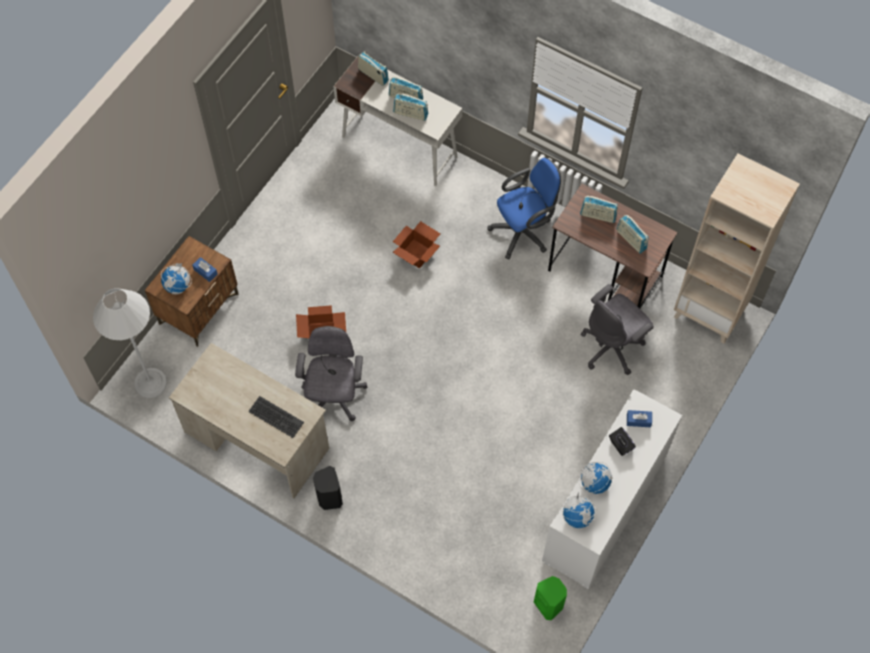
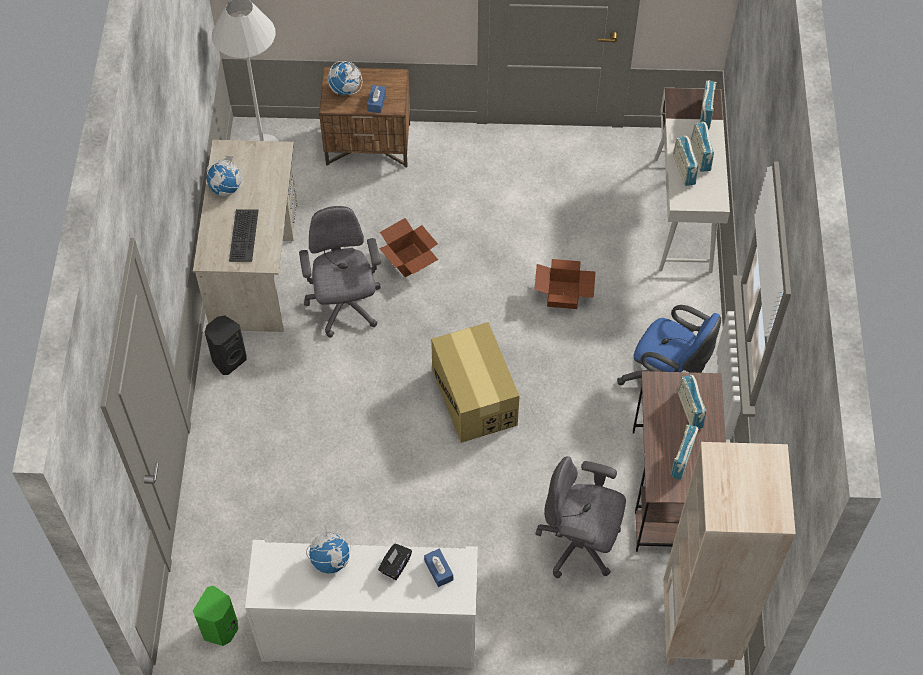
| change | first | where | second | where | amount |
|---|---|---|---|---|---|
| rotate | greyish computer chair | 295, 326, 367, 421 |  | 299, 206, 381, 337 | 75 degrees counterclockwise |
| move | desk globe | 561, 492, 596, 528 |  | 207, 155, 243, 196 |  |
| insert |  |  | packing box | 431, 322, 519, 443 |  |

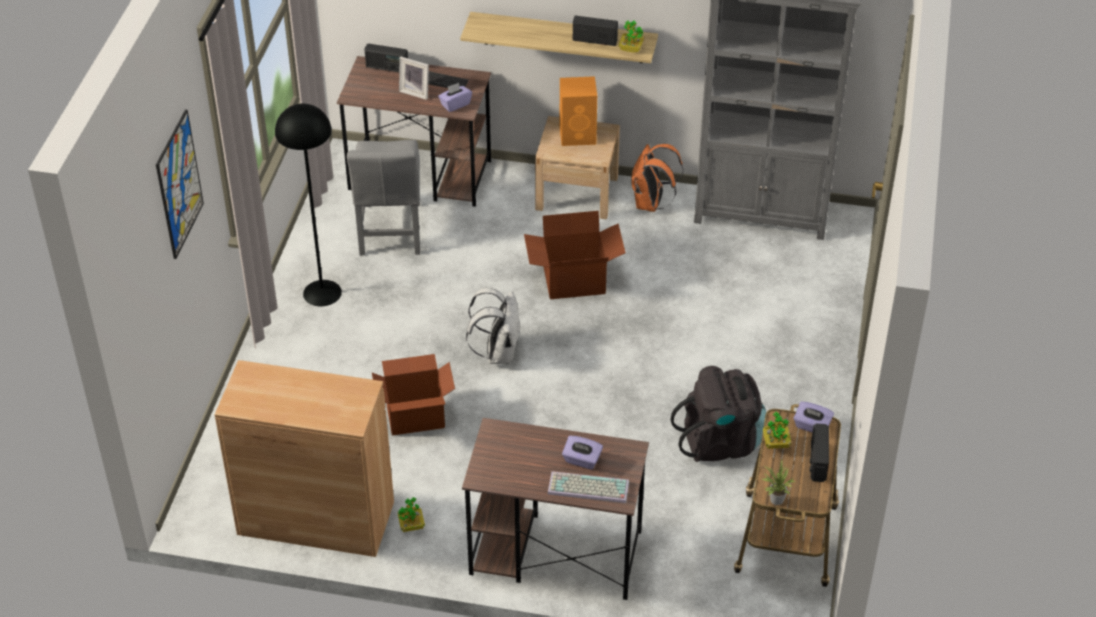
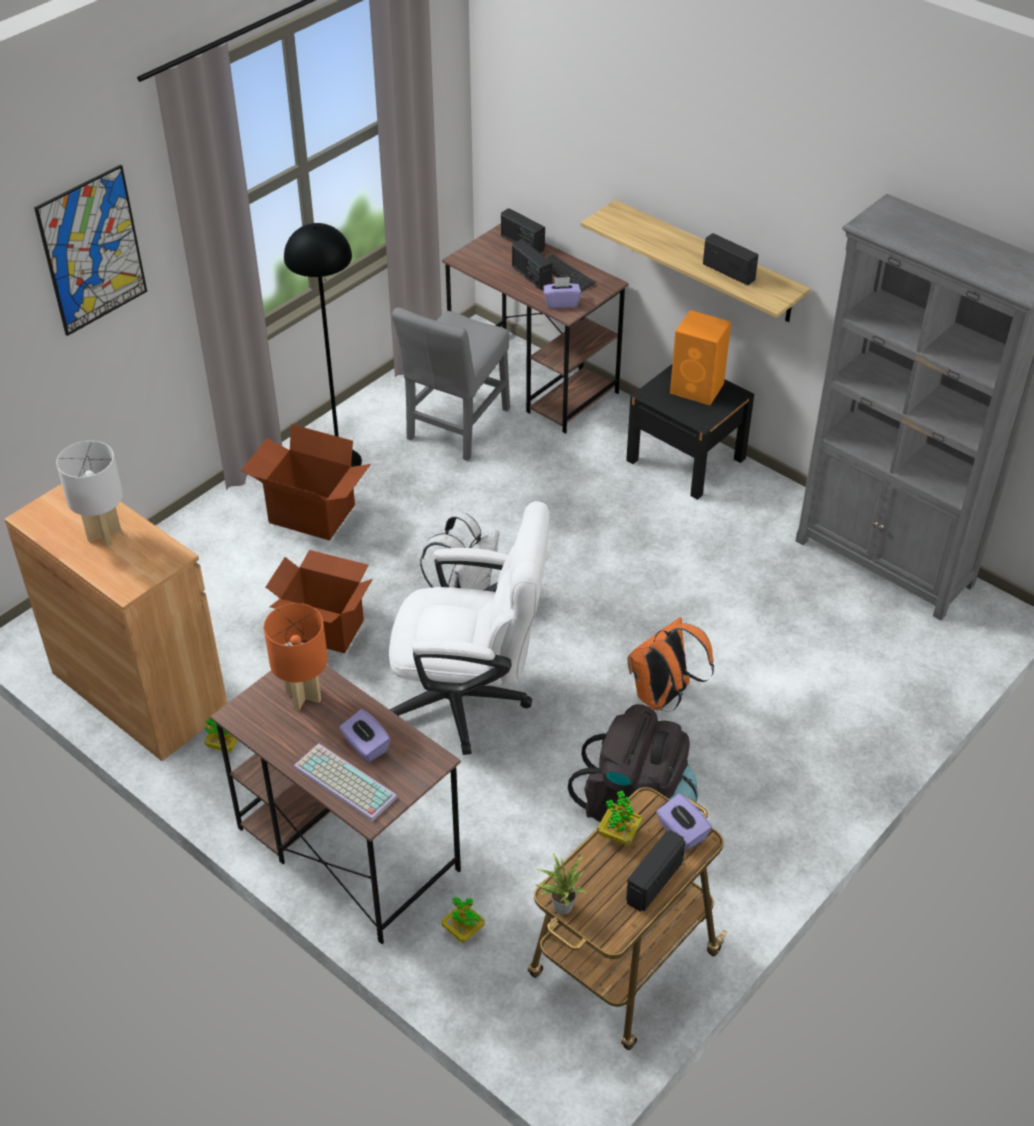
| change | first | where | second | where | amount |
|---|---|---|---|---|---|
| move | plant in a pot | 619, 20, 644, 53 |  | 442, 897, 485, 943 |  |
| replace | photo frame | 399, 56, 429, 100 | radio set | 512, 240, 553, 290 |  |
| recolor | sand-coloured night table | 535, 116, 620, 219 | black night table | 626, 364, 754, 500 |  |
| move | orange rucksack | 631, 144, 683, 212 |  | 628, 617, 714, 712 |  |
| move | packing box | 524, 211, 626, 299 |  | 241, 424, 371, 541 |  |
| insert |  |  | whitish lamp for a table | 56, 441, 123, 546 |  |
| insert |  |  | whitish computer chair | 389, 501, 550, 755 |  |
| insert |  |  | orange lamp for a table | 264, 603, 328, 710 |  |

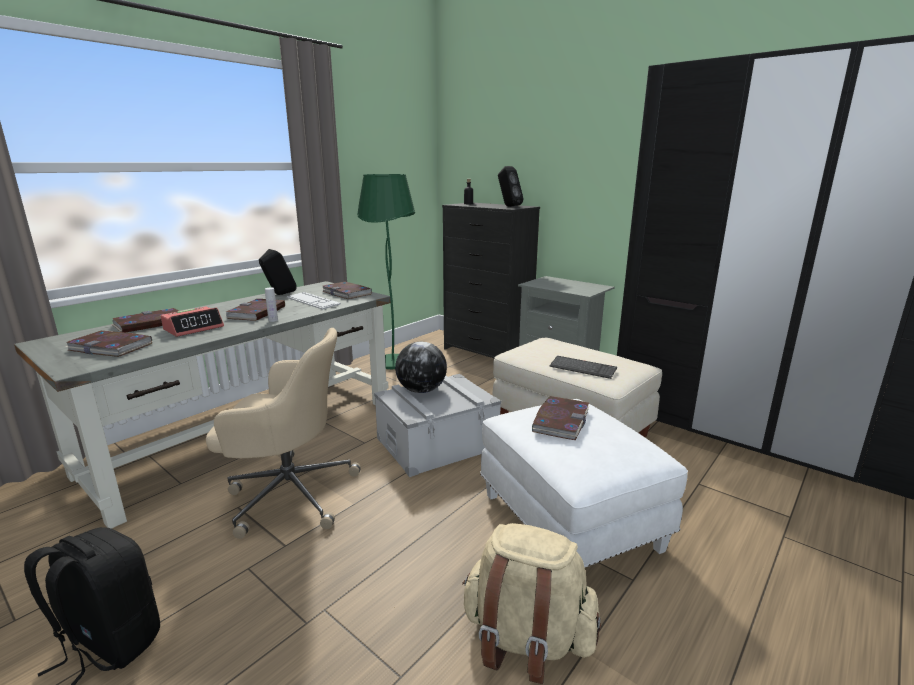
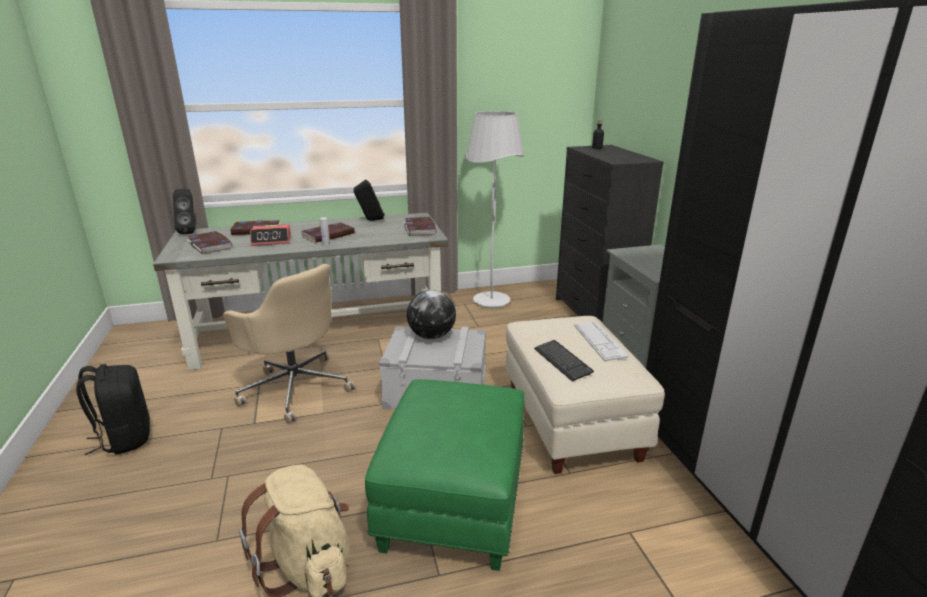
| change | first | where | second | where | amount |
|---|---|---|---|---|---|
| move | black audio speaker | 498, 166, 524, 207 |  | 173, 189, 195, 234 |  |
| recolor | green-coloured standing lamp | 357, 174, 416, 369 | whitish standing lamp | 466, 111, 524, 309 |  |
| move | keyboard | 287, 292, 341, 310 |  | 574, 321, 628, 361 |  |
| delete | volume | 532, 396, 590, 440 |  |  |  |
| recolor | whitish pouffe | 480, 399, 688, 567 | green-coloured pouffe | 365, 379, 524, 571 |  |

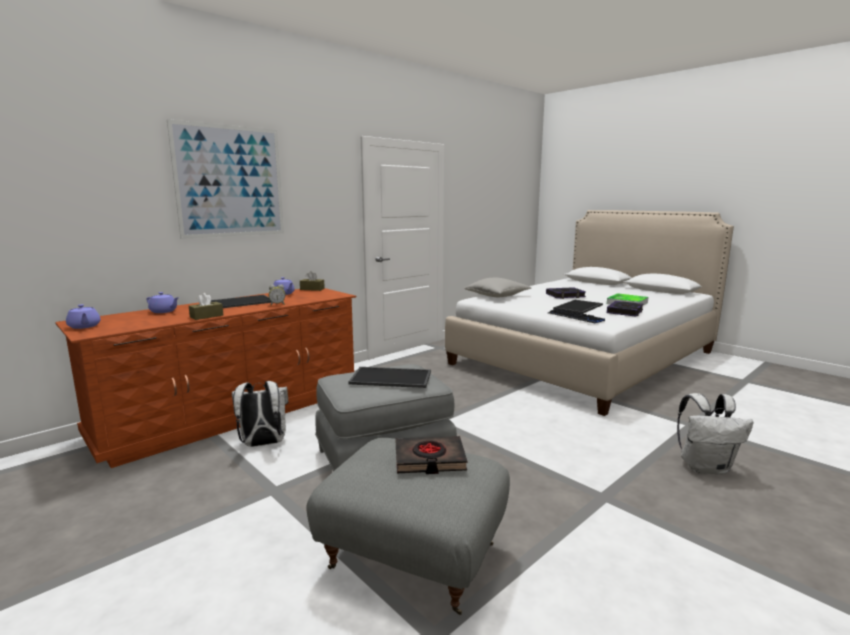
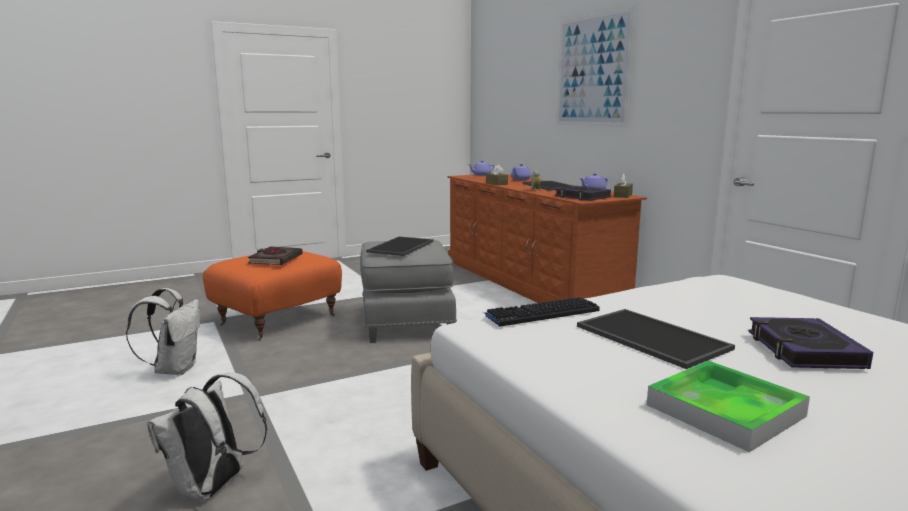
| change | first | where | second | where | amount |
|---|---|---|---|---|---|
| delete | greyish cushion | 464, 278, 531, 297 |  |  |  |
| move | volume | 607, 301, 644, 317 |  | 555, 186, 611, 201 |  |
| move | whitish rucksack | 232, 381, 288, 447 |  | 126, 288, 200, 375 |  |
| recolor | greyish pouffe | 306, 438, 510, 615 | orange pouffe | 203, 251, 342, 341 |  |

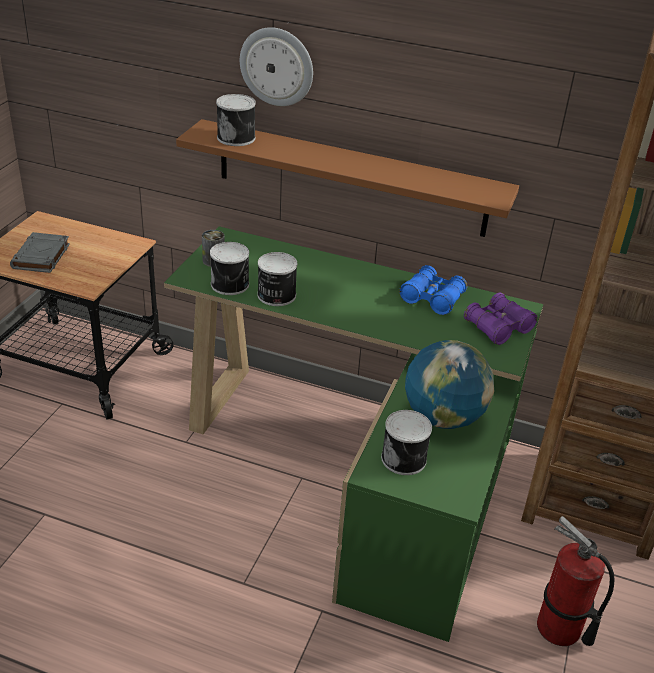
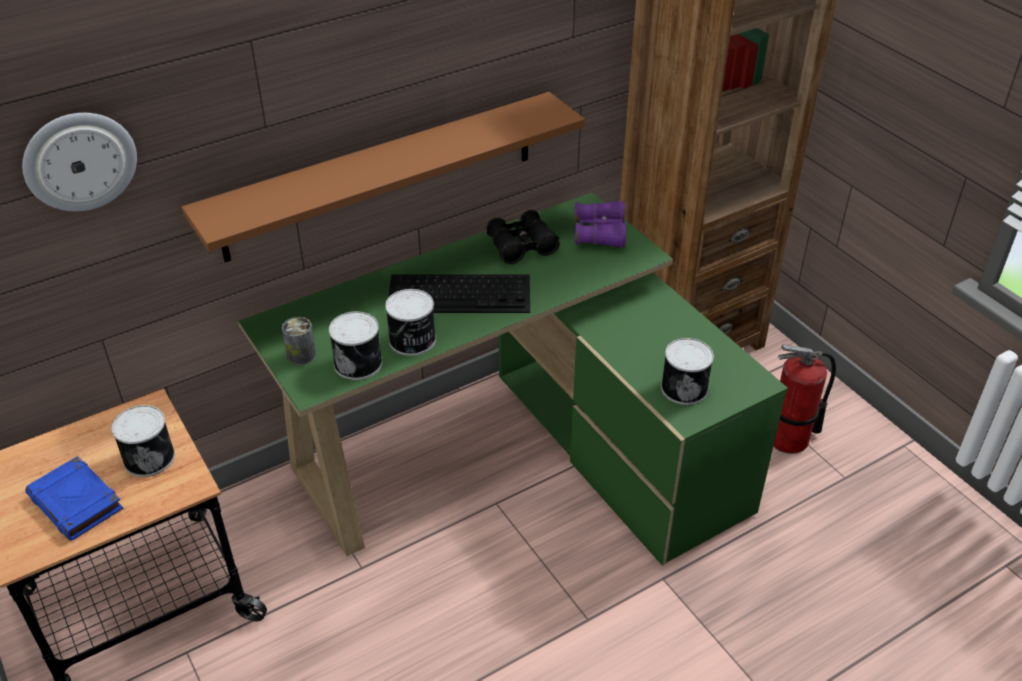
| change | first | where | second | where | amount |
|---|---|---|---|---|---|
| move | wall clock | 240, 27, 313, 106 |  | 22, 113, 137, 211 |  |
| move | metal can | 216, 94, 256, 146 |  | 111, 405, 175, 477 |  |
| recolor | greyish volume | 10, 232, 70, 273 | blue volume | 25, 456, 123, 540 |  |
| recolor | blue binoculars | 399, 265, 468, 315 | black binoculars | 486, 210, 560, 265 |  |
| delete | desk globe | 405, 340, 494, 429 |  |  |  |
| insert |  |  | keyboard | 386, 274, 530, 313 |  |

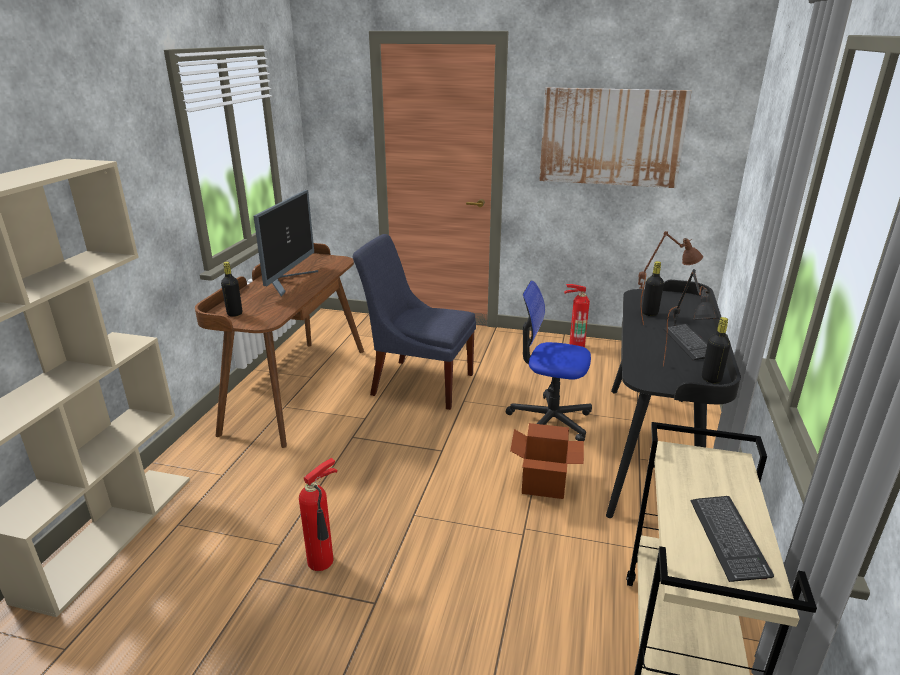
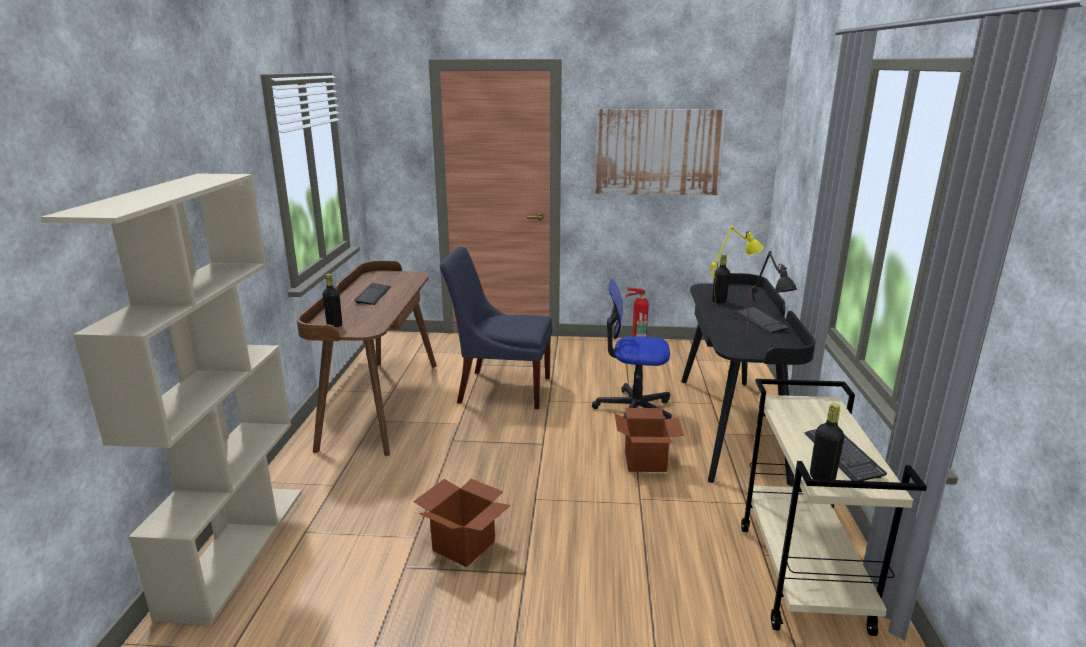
| change | first | where | second | where | amount |
|---|---|---|---|---|---|
| replace | computer display | 253, 190, 318, 297 | keyboard | 354, 283, 391, 305 |  |
| recolor | brown-coloured lamp for a table | 638, 231, 703, 323 | yellowish lamp for a table | 711, 226, 763, 311 |  |
| move | black drink bottle | 702, 317, 731, 383 |  | 810, 403, 844, 480 |  |
| replace | fire extinguisher | 299, 458, 338, 571 | packing box | 413, 479, 511, 568 |  |

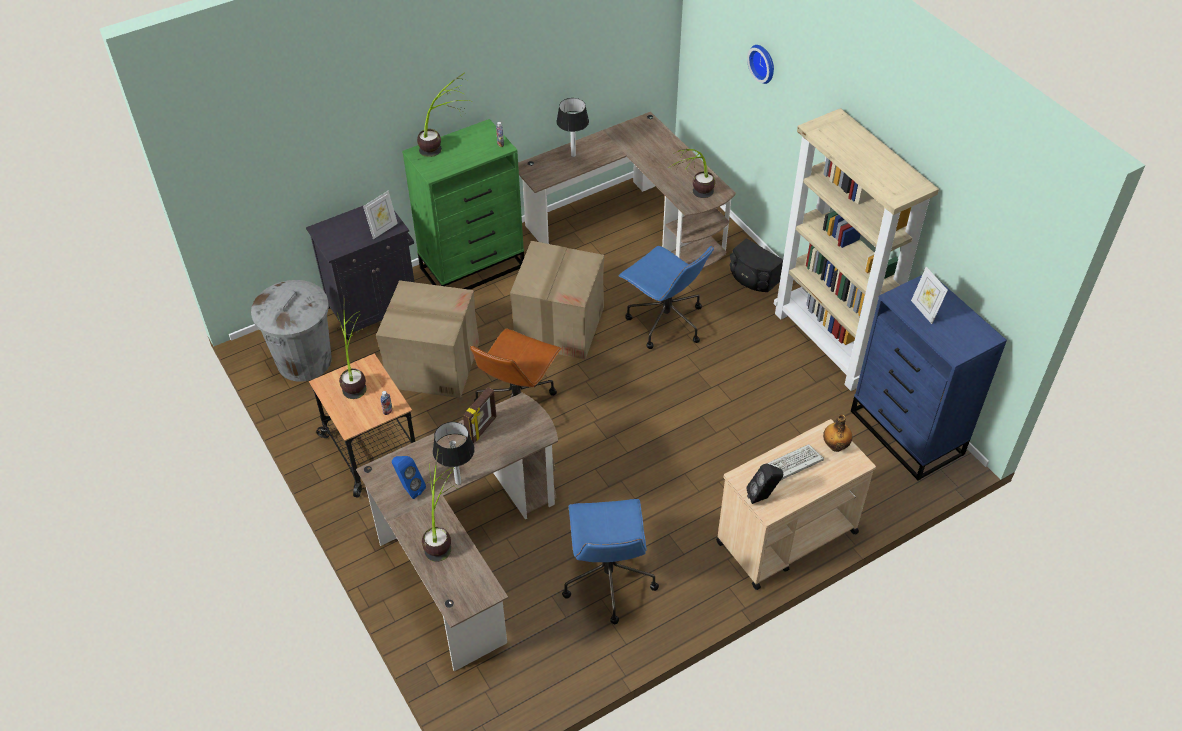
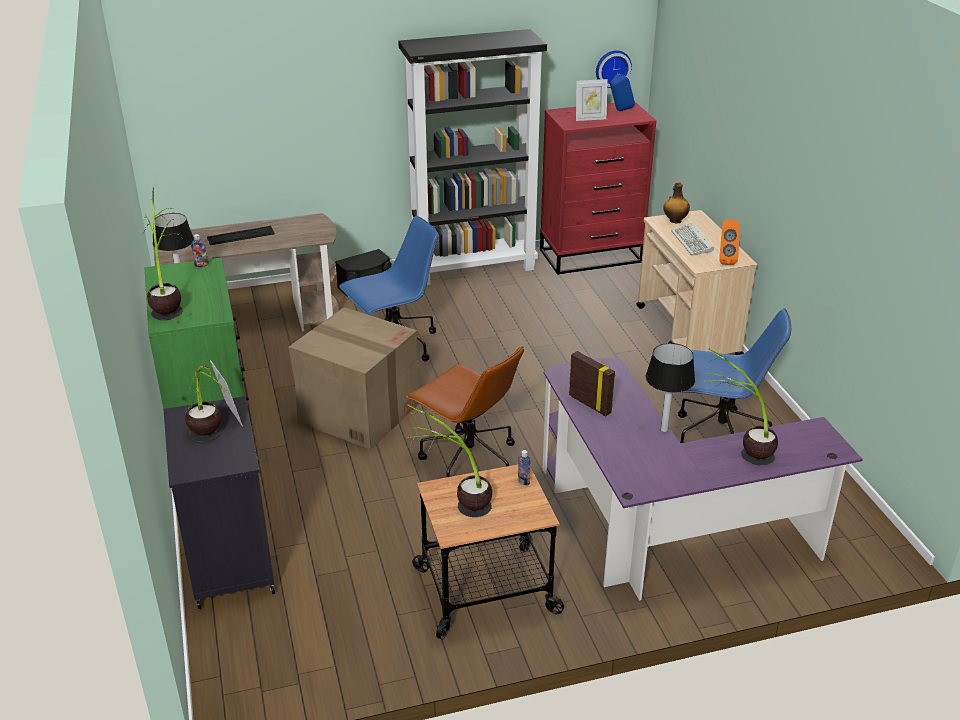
| change | first | where | second | where | amount |
|---|---|---|---|---|---|
| move | wall clock | 747, 45, 774, 84 |  | 596, 50, 632, 88 |  |
| recolor | sand-coloured shelving unit | 774, 108, 939, 391 | black shelving unit | 398, 29, 547, 285 |  |
| move | plant in a pot | 670, 149, 715, 198 |  | 185, 366, 231, 442 |  |
| recolor | blue drawer chest | 851, 275, 1007, 481 | red-coloured drawer chest | 540, 102, 656, 275 |  |
| delete | greyish rubbish bin | 251, 280, 332, 382 |  |  |  |
| delete | packing box | 376, 280, 479, 398 |  |  |  |
| recolor | brown-coloured desk unit | 356, 393, 558, 671 | purplish desk unit | 543, 358, 863, 601 |  |
| move | blue audio speaker | 392, 456, 426, 499 |  | 610, 73, 635, 111 |  |
| recolor | black audio speaker | 746, 464, 783, 504 | orange audio speaker | 719, 220, 740, 265 |  |
| insert |  |  | keyboard | 207, 226, 275, 245 |  |

